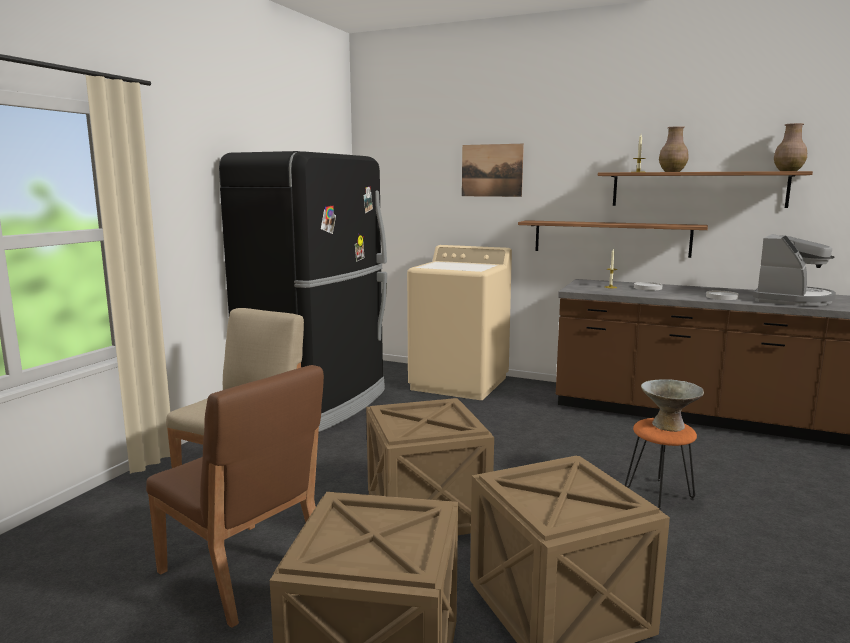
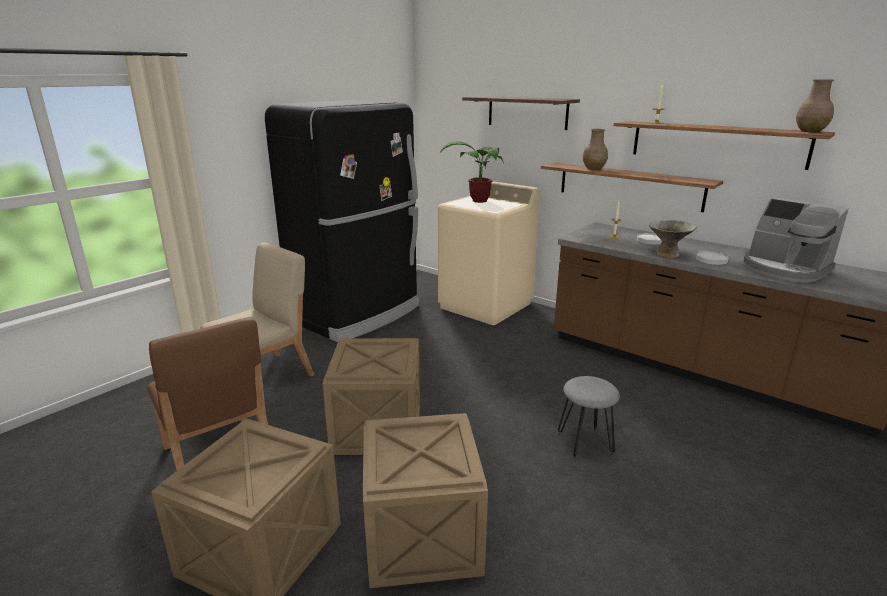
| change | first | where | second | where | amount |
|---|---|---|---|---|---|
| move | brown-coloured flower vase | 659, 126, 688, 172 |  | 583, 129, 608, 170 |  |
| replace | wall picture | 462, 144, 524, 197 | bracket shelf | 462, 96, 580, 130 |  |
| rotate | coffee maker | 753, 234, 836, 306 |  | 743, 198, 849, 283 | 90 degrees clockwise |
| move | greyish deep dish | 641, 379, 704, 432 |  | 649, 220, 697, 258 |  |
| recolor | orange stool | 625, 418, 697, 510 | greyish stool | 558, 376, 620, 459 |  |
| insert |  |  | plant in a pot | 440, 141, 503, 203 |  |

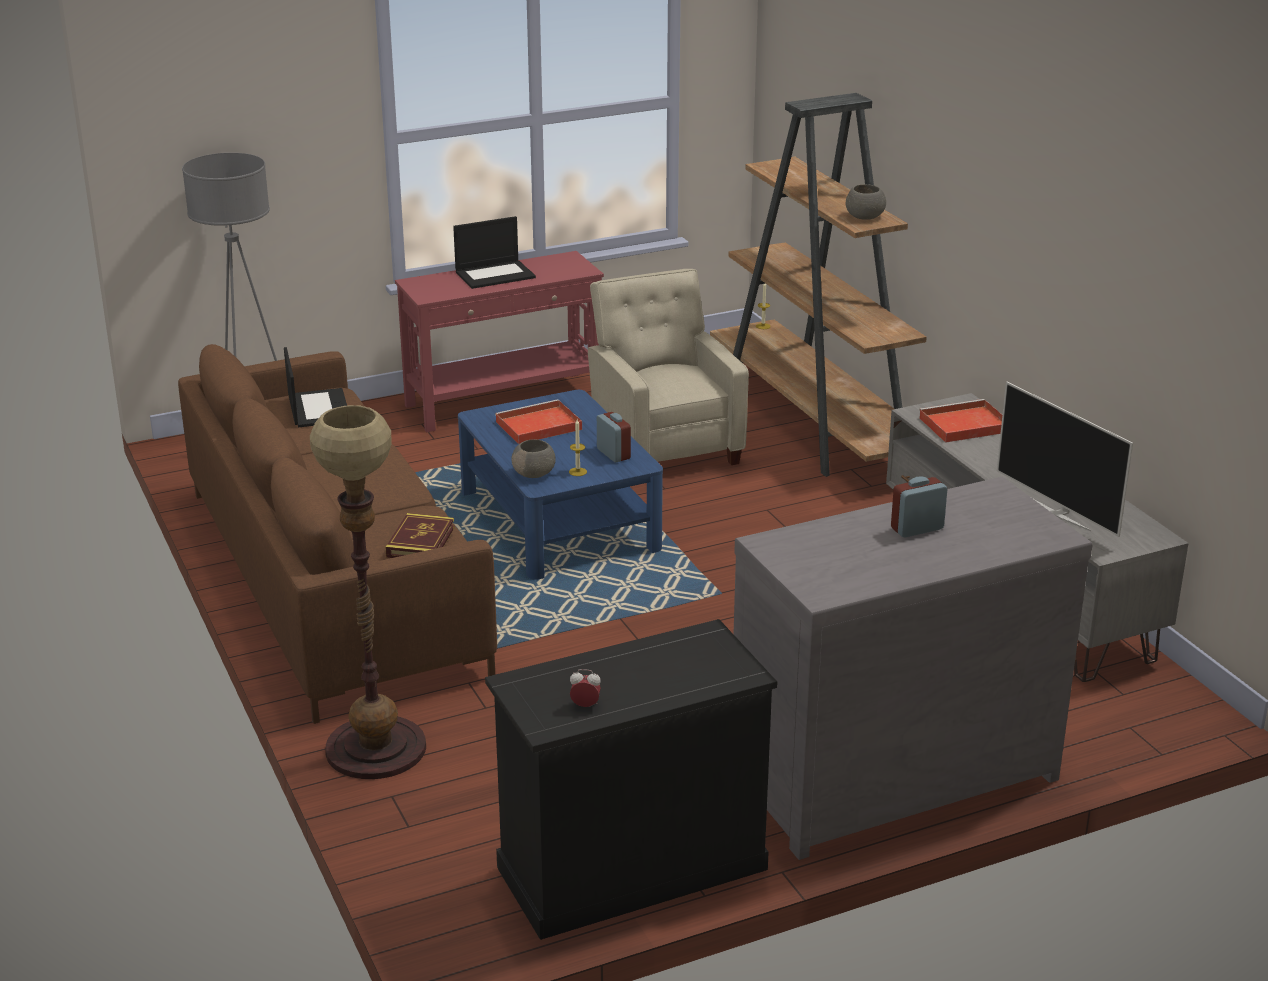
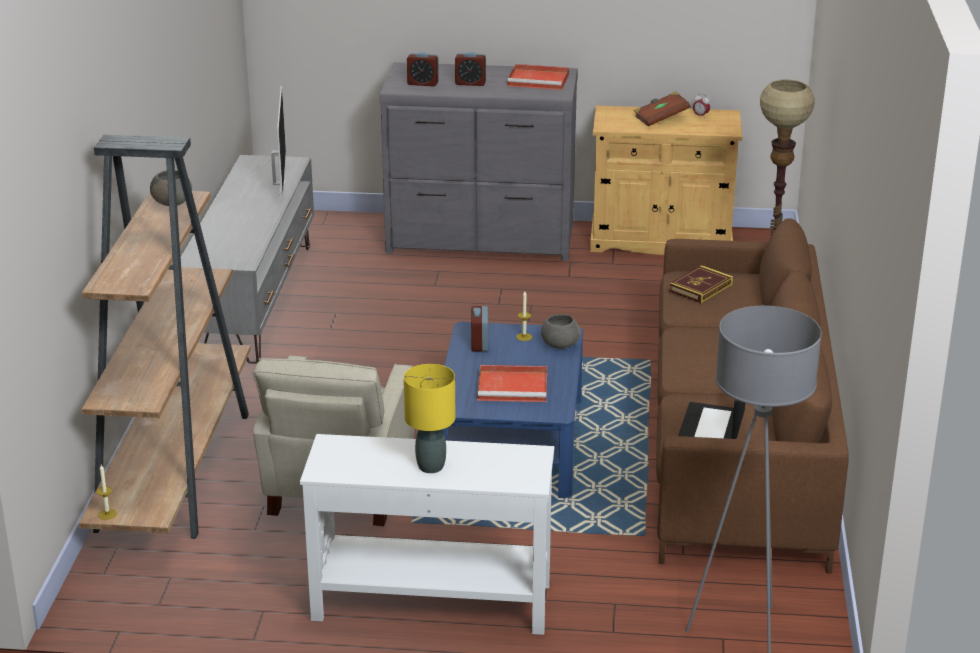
| change | first | where | second | where | amount |
|---|---|---|---|---|---|
| replace | portable computer | 453, 216, 536, 289 | yellowish lamp for a table | 404, 364, 456, 473 |  |
| recolor | red-coloured narrow table | 395, 251, 604, 432 | whitish narrow table | 300, 434, 554, 635 |  |
| move | red-coloured carrying tray | 919, 399, 1002, 443 |  | 507, 64, 569, 90 |  |
| recolor | black cabinet | 485, 619, 777, 940 | sand-coloured cabinet | 590, 105, 742, 255 |  |
| insert |  |  | bedside clock | 407, 52, 439, 86 |  |
| insert |  |  | brown-coloured volume | 634, 91, 690, 126 |  |

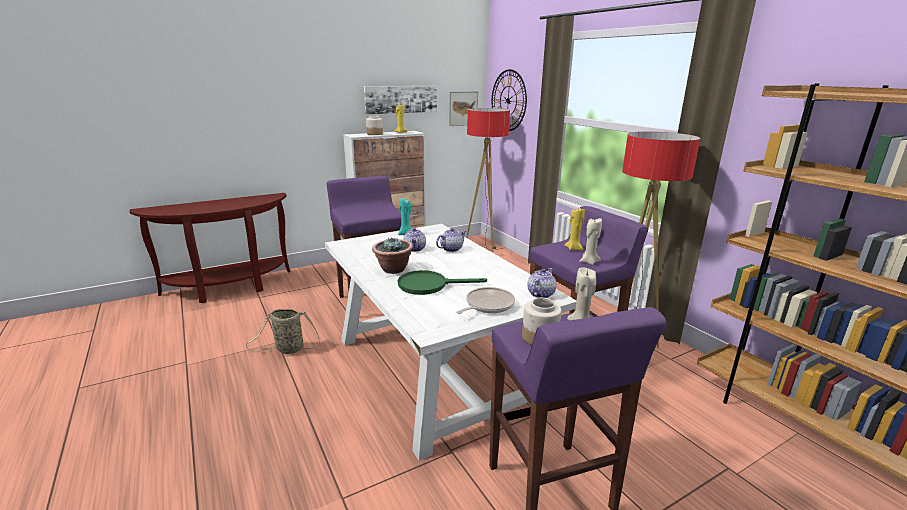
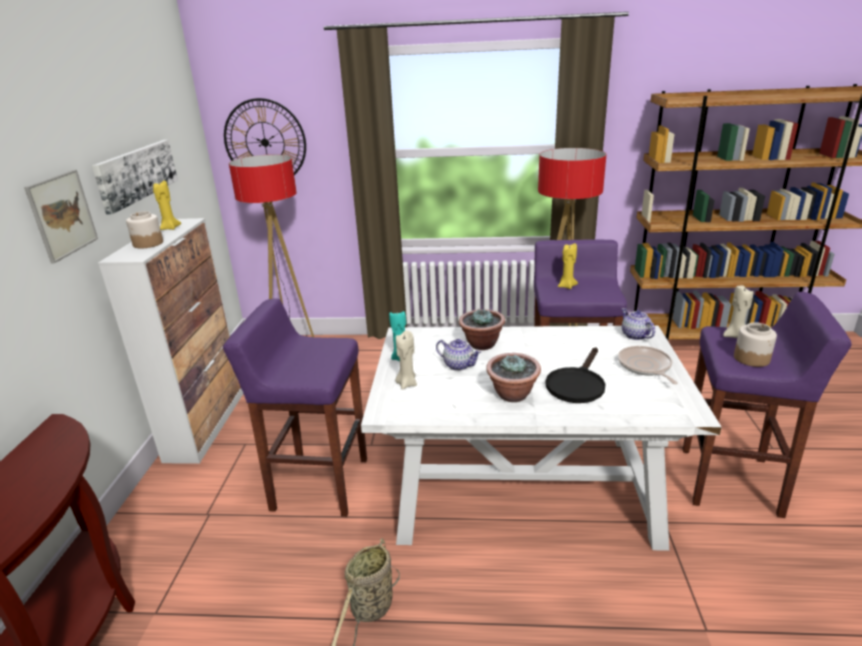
| change | first | where | second | where | amount |
|---|---|---|---|---|---|
| move | wall picture | 449, 91, 478, 126 |  | 24, 170, 98, 264 |  |
| move | sand-coloured wax candle | 579, 218, 602, 265 |  | 395, 331, 417, 390 |  |
| replace | tea pot | 436, 228, 467, 252 | plant in a pot | 459, 308, 505, 350 |  |
| recolor | green-coloured pan | 398, 270, 487, 295 | black pan | 545, 347, 606, 403 |  |

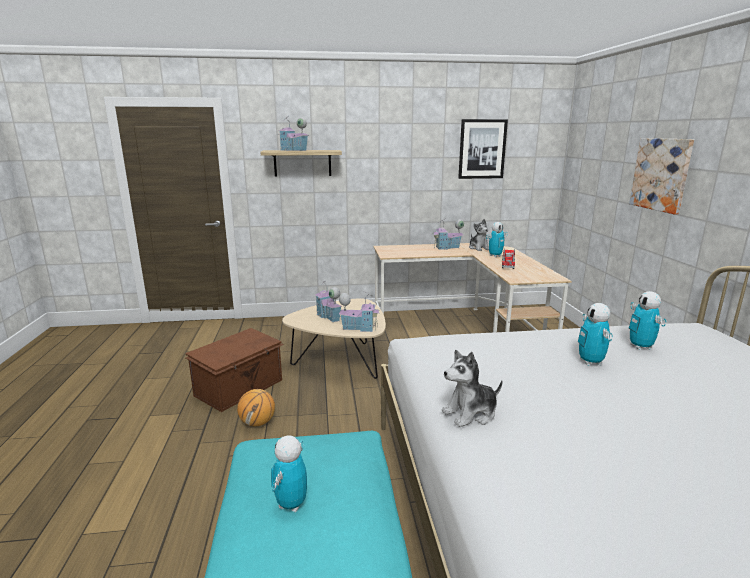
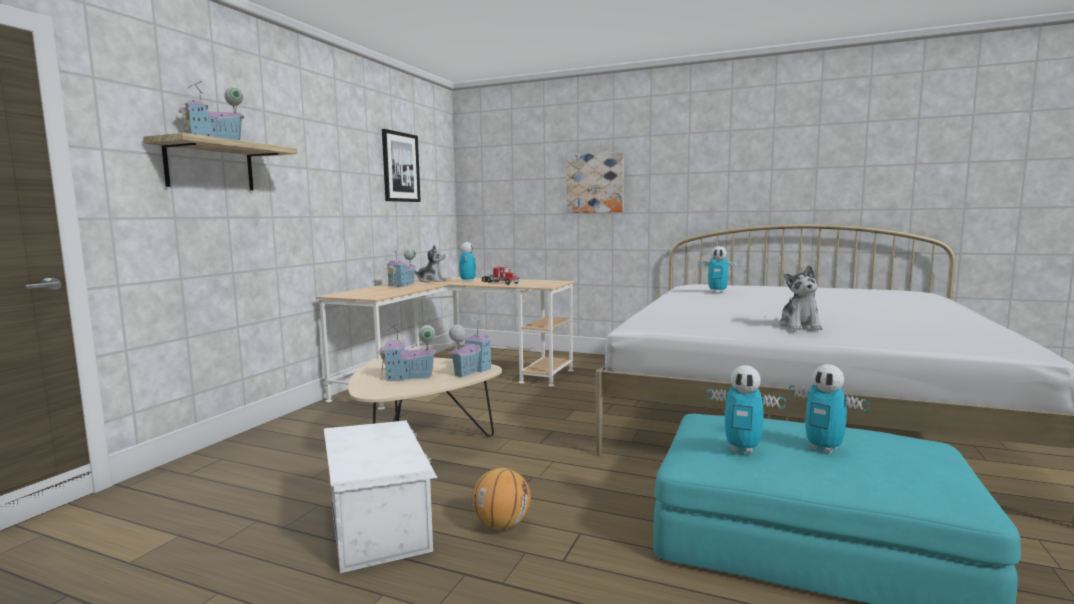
| change | first | where | second | where | amount |
|---|---|---|---|---|---|
| move | toy robot | 578, 303, 613, 366 |  | 706, 365, 786, 454 |  |
| recolor | brown-coloured storage bin | 185, 328, 284, 412 | whitish storage bin | 324, 420, 437, 573 |  |

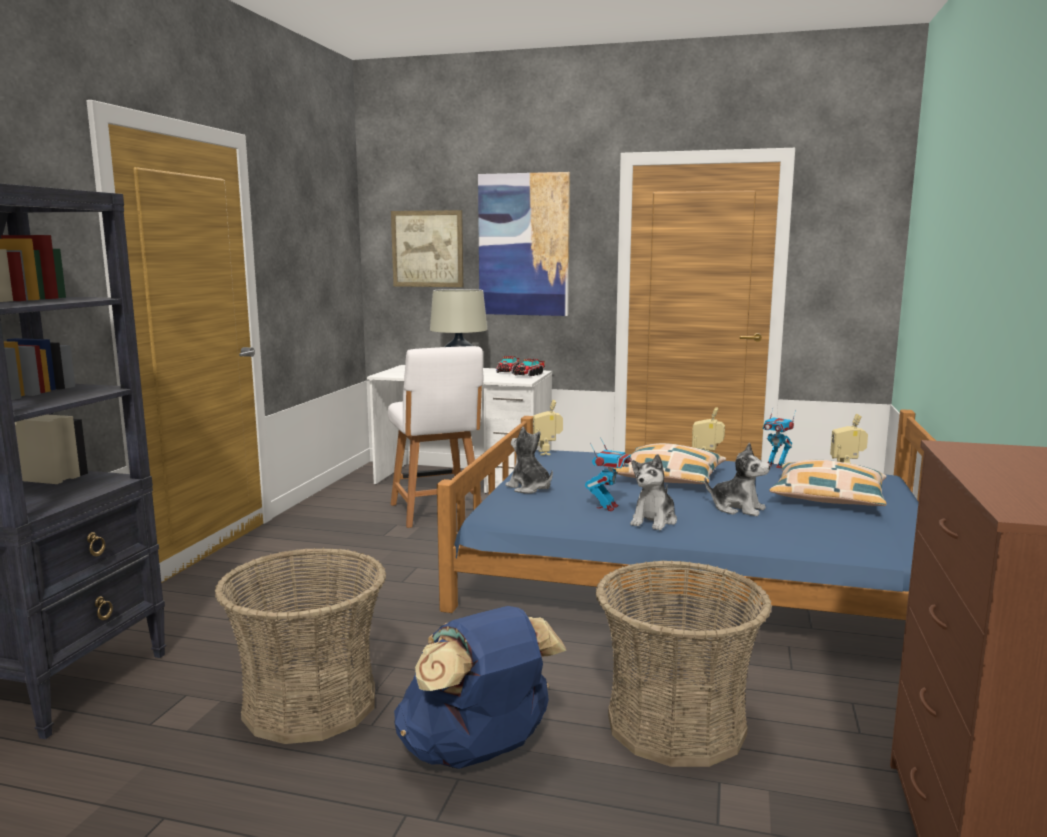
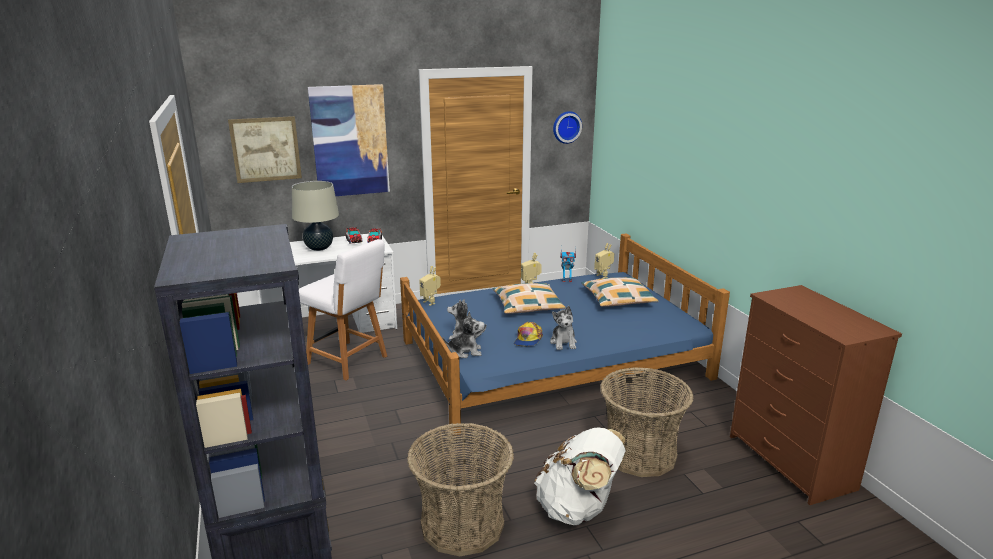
| change | first | where | second | where | amount |
|---|---|---|---|---|---|
| replace | toy robot | 585, 437, 632, 511 | cap | 514, 322, 543, 346 |  |
| move | cuddly toy | 705, 443, 770, 516 |  | 442, 311, 485, 358 |  |
| recolor | blue rucksack | 394, 606, 567, 769 | whitish rucksack | 534, 428, 626, 525 |  |
| insert |  |  | wall clock | 553, 111, 582, 144 |  |

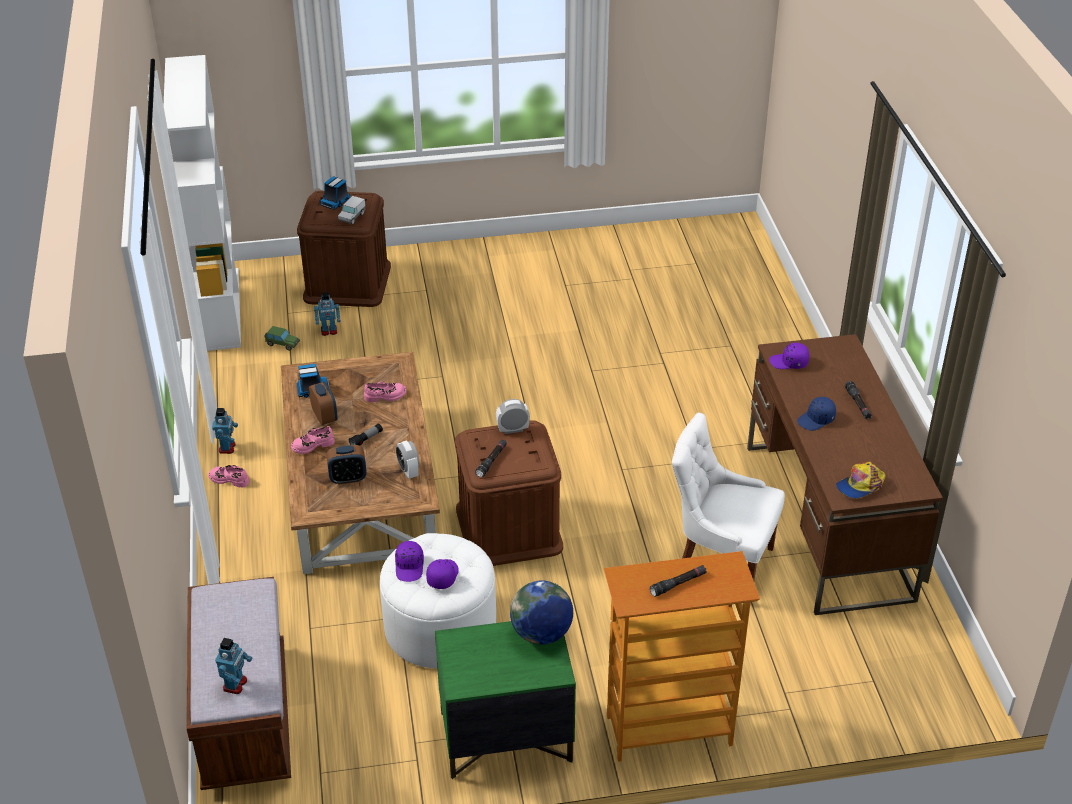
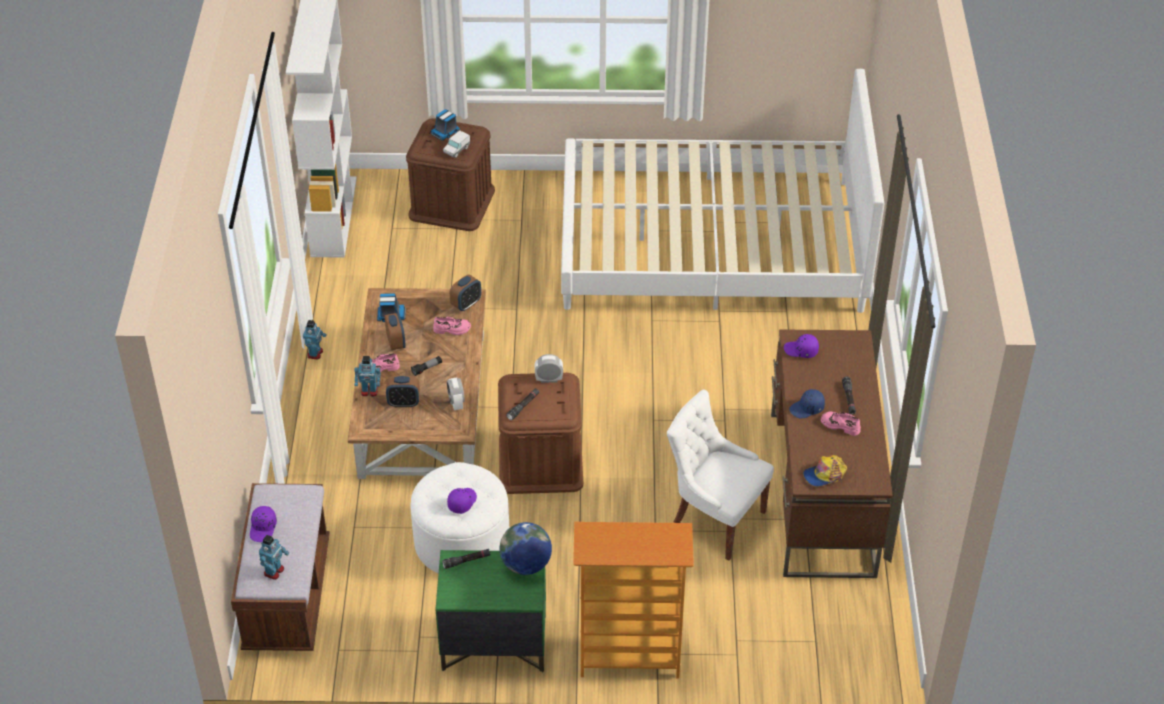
| change | first | where | second | where | amount |
|---|---|---|---|---|---|
| move | toy robot | 314, 292, 341, 336 |  | 355, 356, 381, 397 |  |
| delete | toy car | 265, 326, 300, 351 |  |  |  |
| move | pink low shoe | 208, 465, 249, 488 |  | 821, 411, 861, 436 |  |
| move | purplish cap | 395, 541, 424, 582 |  | 250, 506, 277, 542 |  |
| move | black hand torch | 650, 565, 707, 597 |  | 442, 549, 491, 569 |  |
| insert |  |  | whitish bedroom bed | 561, 69, 884, 313 |  |
| insert |  |  | bedside clock | 450, 274, 481, 311 |  |

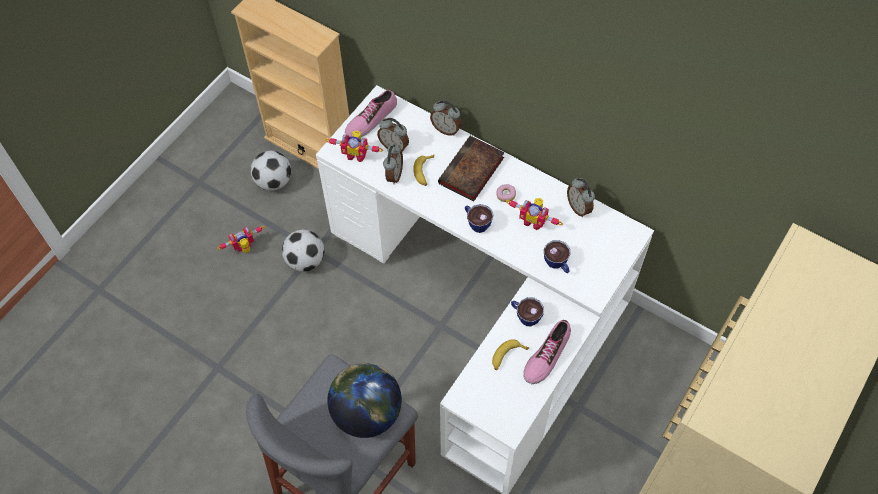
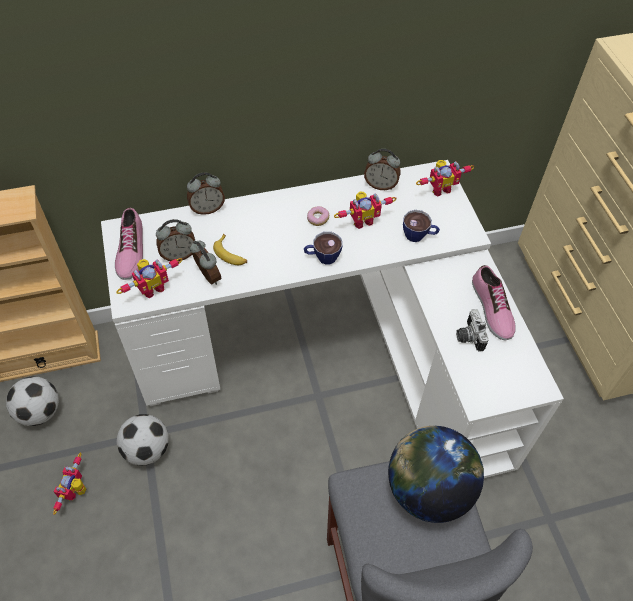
| change | first | where | second | where | amount |
|---|---|---|---|---|---|
| delete | volume | 438, 136, 505, 202 |  |  |  |
| delete | small cup | 511, 297, 544, 326 |  |  |  |
| replace | banana fruit | 492, 339, 529, 370 | photo camera | 456, 309, 489, 352 |  |
| insert |  |  | toy robot | 416, 160, 475, 197 |  |

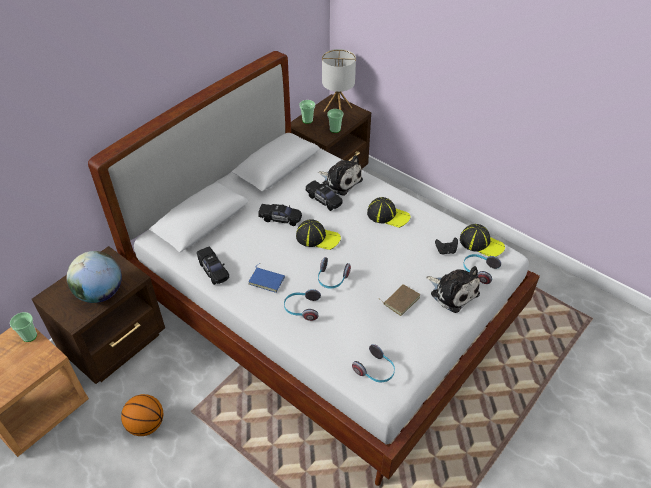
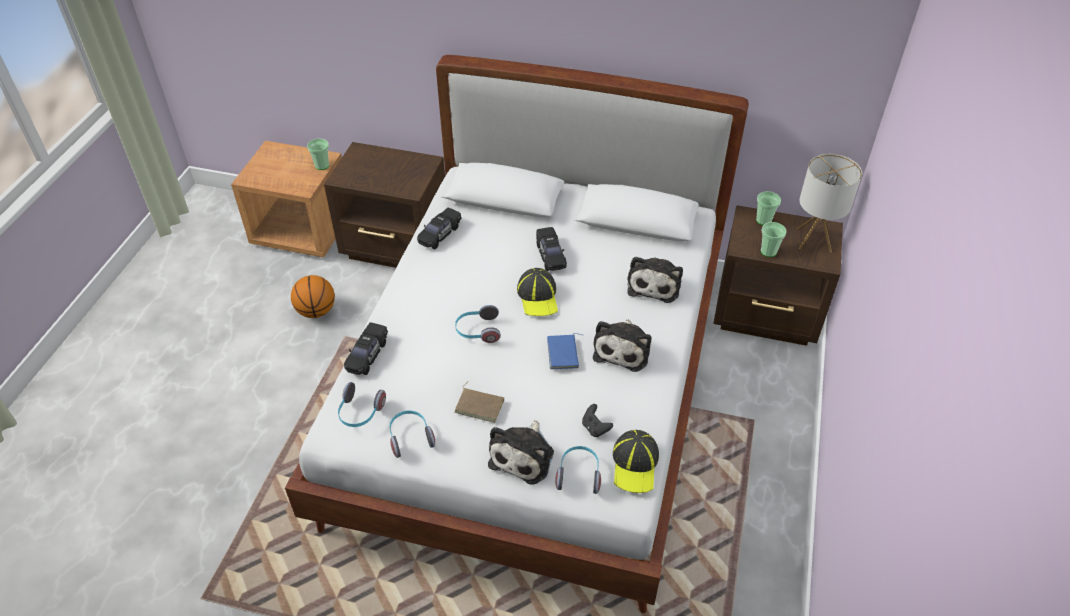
| change | first | where | second | where | amount |
|---|---|---|---|---|---|
| move | black toy car | 305, 180, 343, 211 |  | 344, 322, 388, 375 |  |
| replace | cap | 367, 197, 410, 228 | cuddly toy | 593, 319, 651, 372 |  |
| delete | desk globe | 67, 251, 122, 303 |  |  |  |
| move | blue volume | 248, 263, 285, 293 |  | 547, 333, 582, 369 |  |
| move | pair of headphones | 284, 289, 321, 321 |  | 390, 410, 435, 458 |  |

